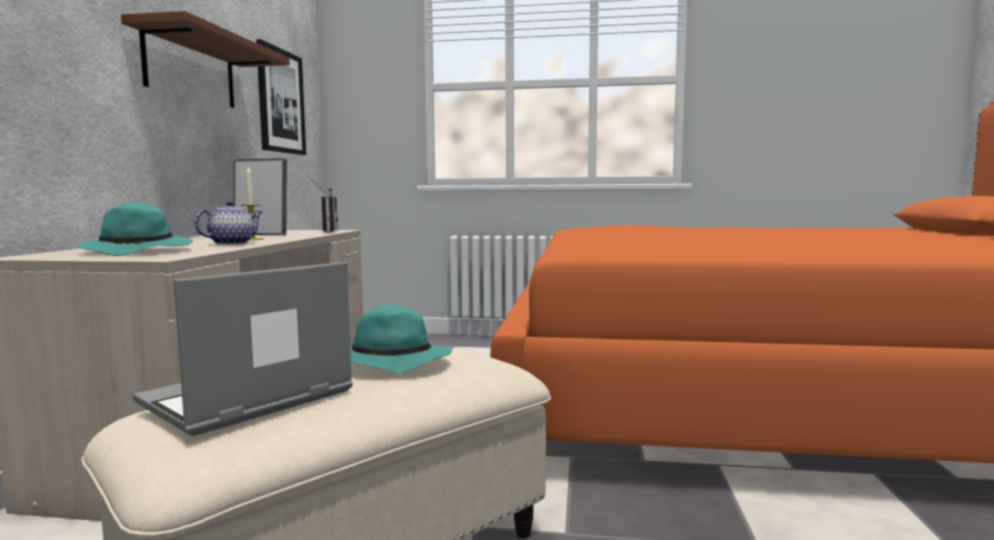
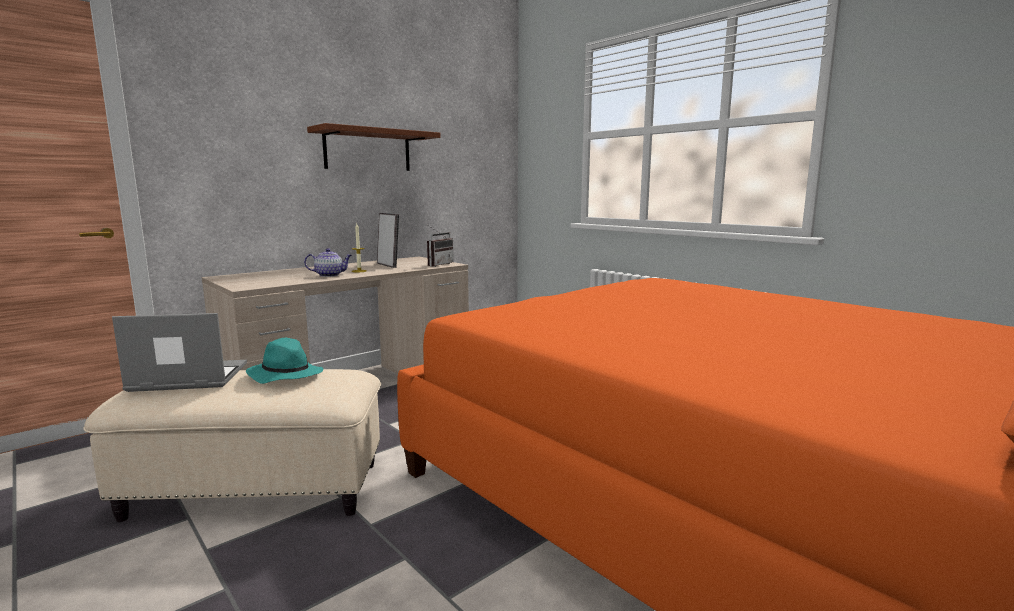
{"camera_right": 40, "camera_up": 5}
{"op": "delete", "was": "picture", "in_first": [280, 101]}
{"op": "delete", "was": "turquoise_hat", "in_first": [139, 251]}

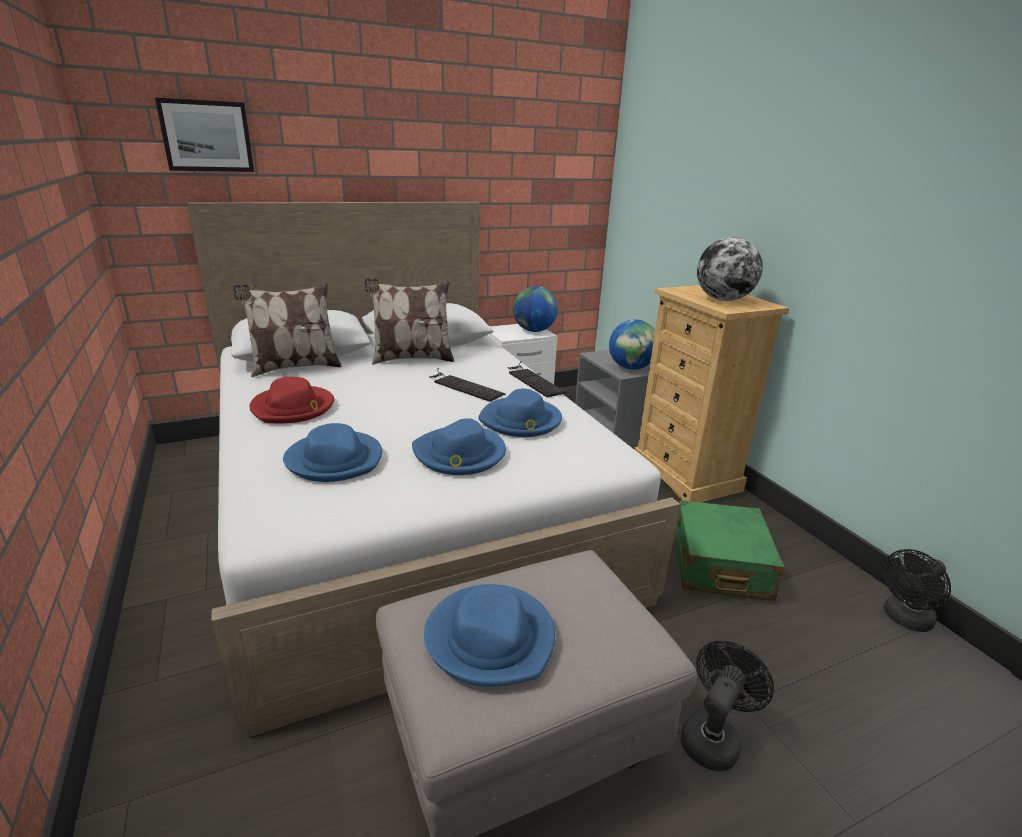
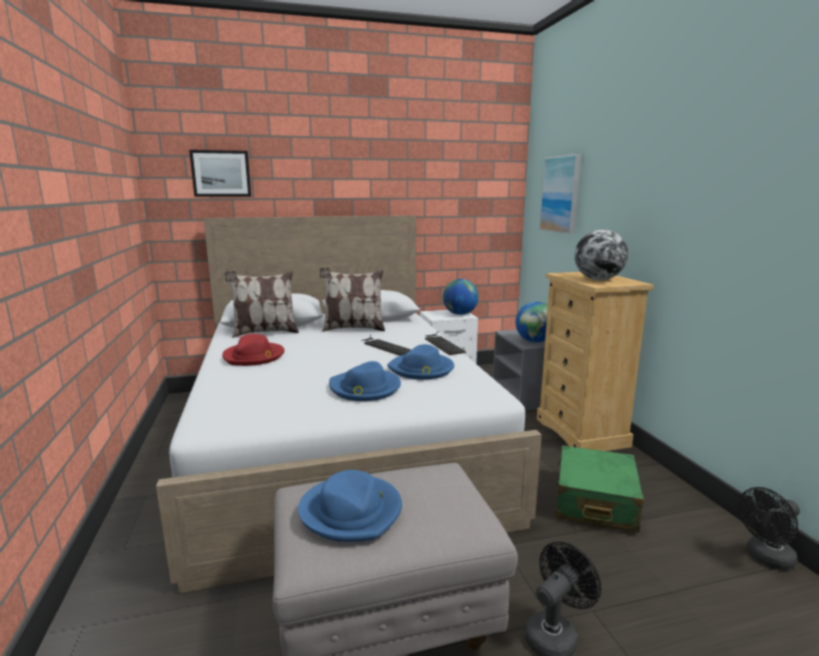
{"camera_right": 10, "camera_up": -10}
{"op": "delete", "was": "blue_hat", "in_first": [335, 460]}
{"op": "insert", "now": "picture", "in_second": [561, 194]}

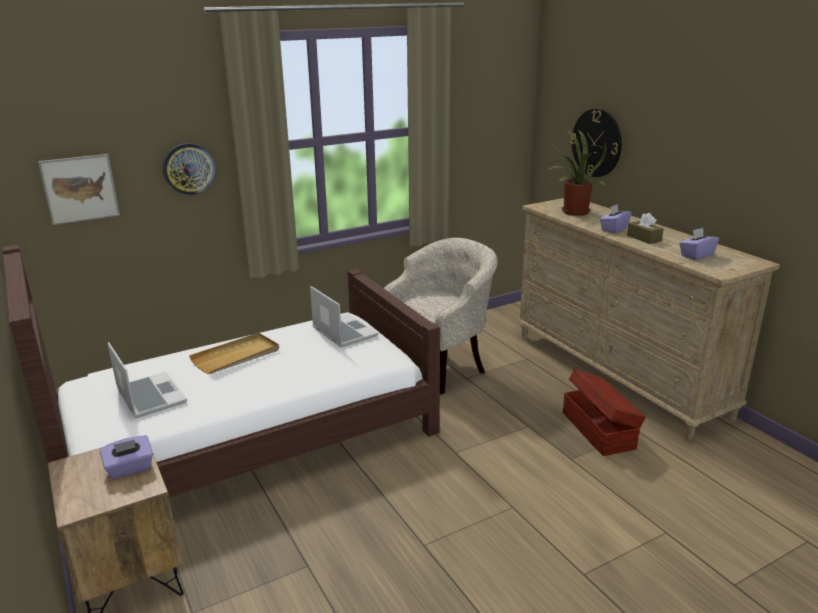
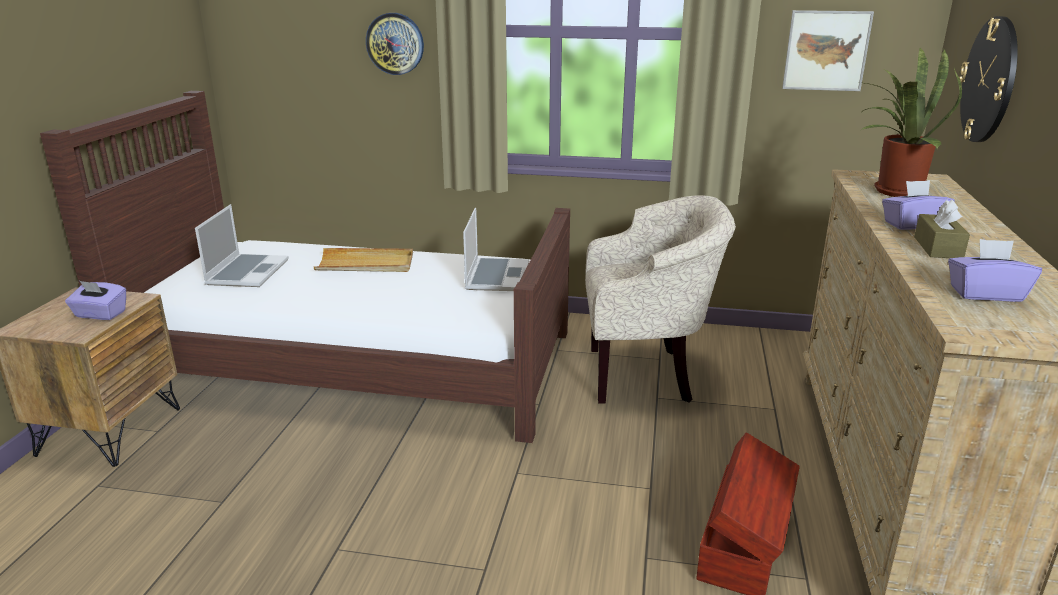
{"camera_right": 40, "camera_up": 0}
{"op": "move", "was": "picture", "in_first": [80, 189], "in_second": [826, 51]}

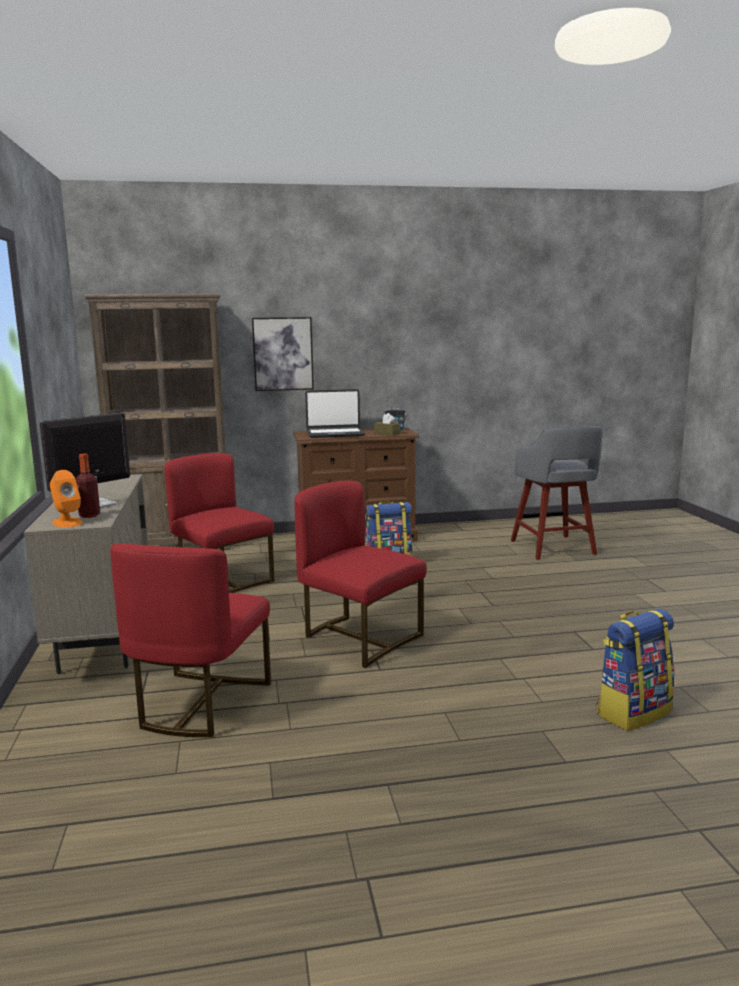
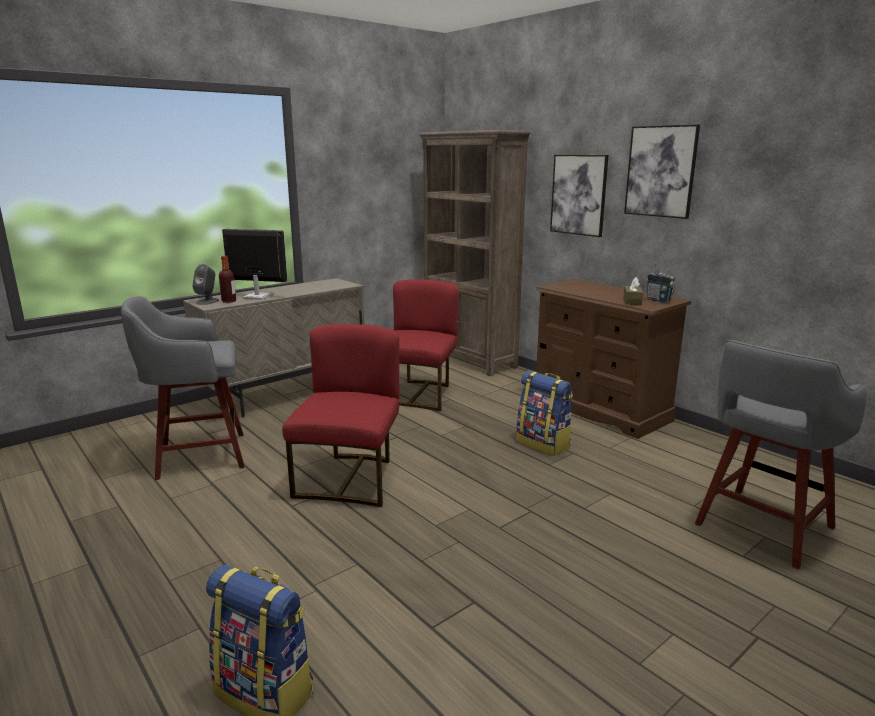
{"camera_right": 60, "camera_up": 5}
{"op": "delete", "was": "laptop", "in_first": [335, 434]}
{"op": "recolor", "was": "orange_speaker", "now": "grey_speaker", "in_first": [67, 522], "in_second": [207, 301]}
{"op": "replace", "was": "red_chair", "now": "grey_stool", "in_first": [199, 704], "in_second": [198, 456]}
{"op": "insert", "now": "picture", "in_second": [661, 171]}

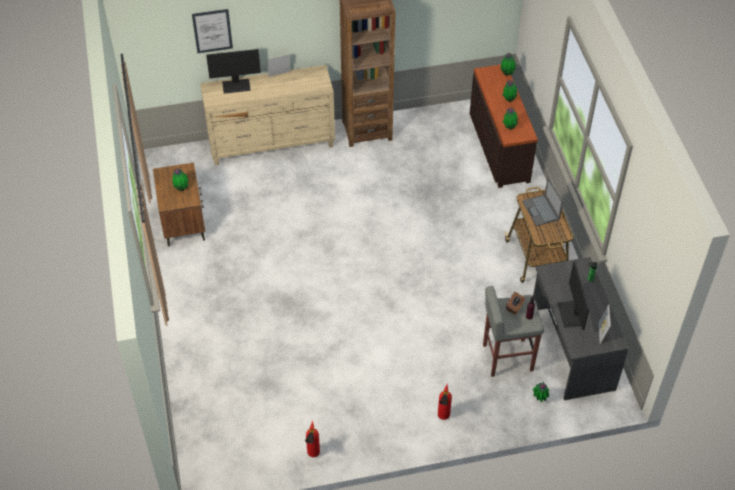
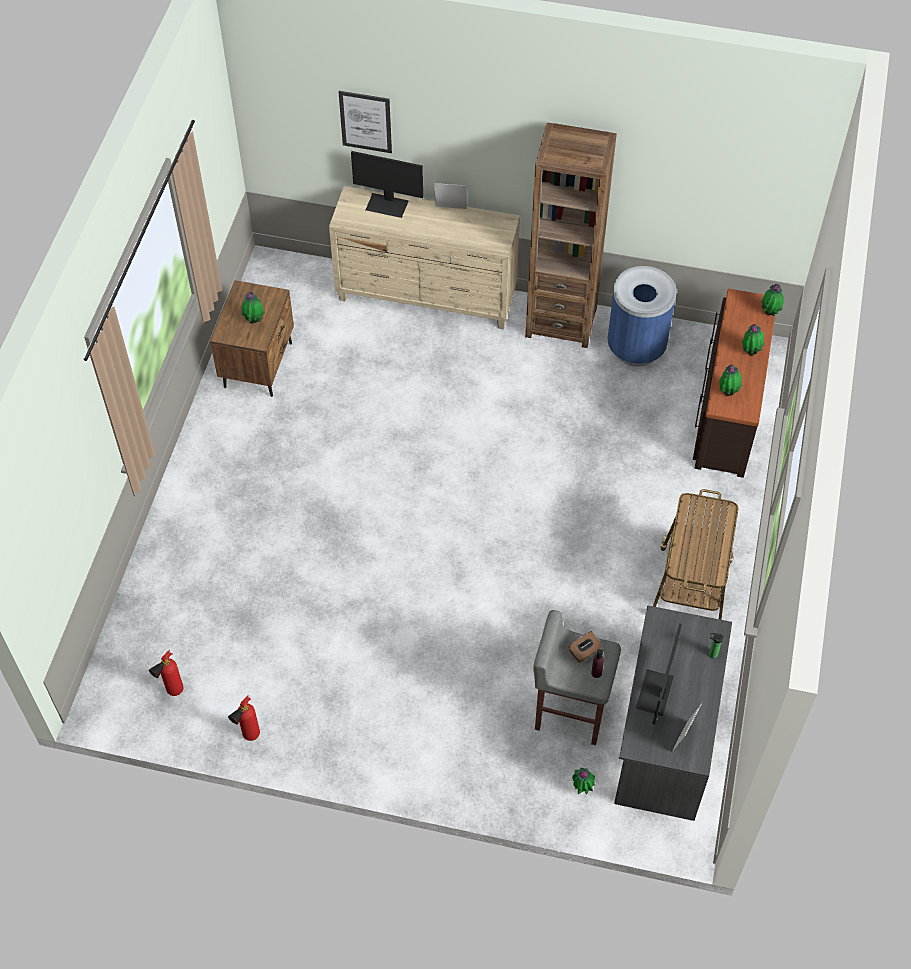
{"camera_right": 25, "camera_up": 5}
{"op": "delete", "was": "laptop", "in_first": [541, 210]}
{"op": "move", "was": "fire_extinguisher", "in_first": [443, 418], "in_second": [172, 692]}
{"op": "insert", "now": "blue_trash_can", "in_second": [636, 347]}

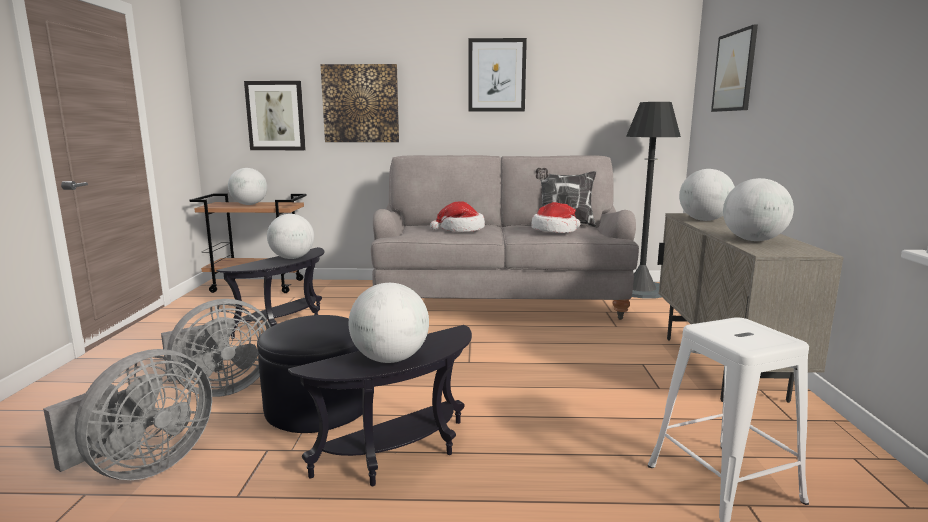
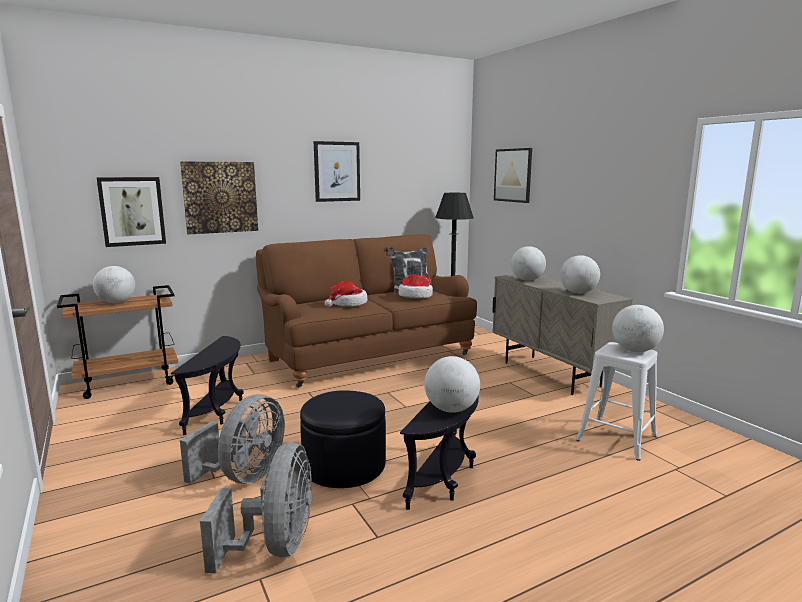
{"camera_right": -30, "camera_up": 0}
{"op": "recolor", "was": "grey_sofa", "now": "brown_sofa", "in_first": [500, 300], "in_second": [367, 356]}
{"op": "move", "was": "globe", "in_first": [292, 258], "in_second": [635, 350]}

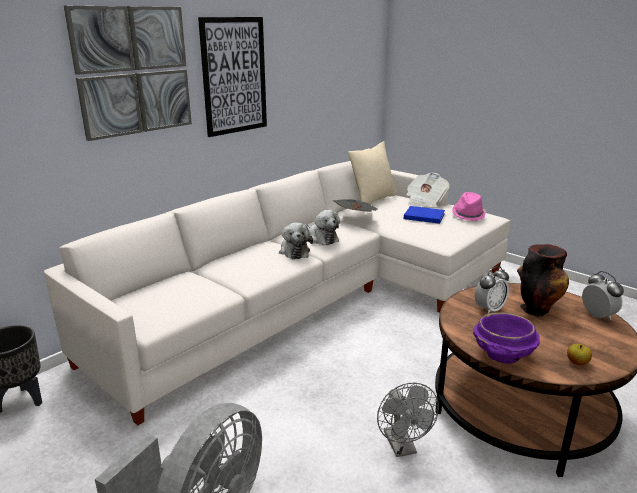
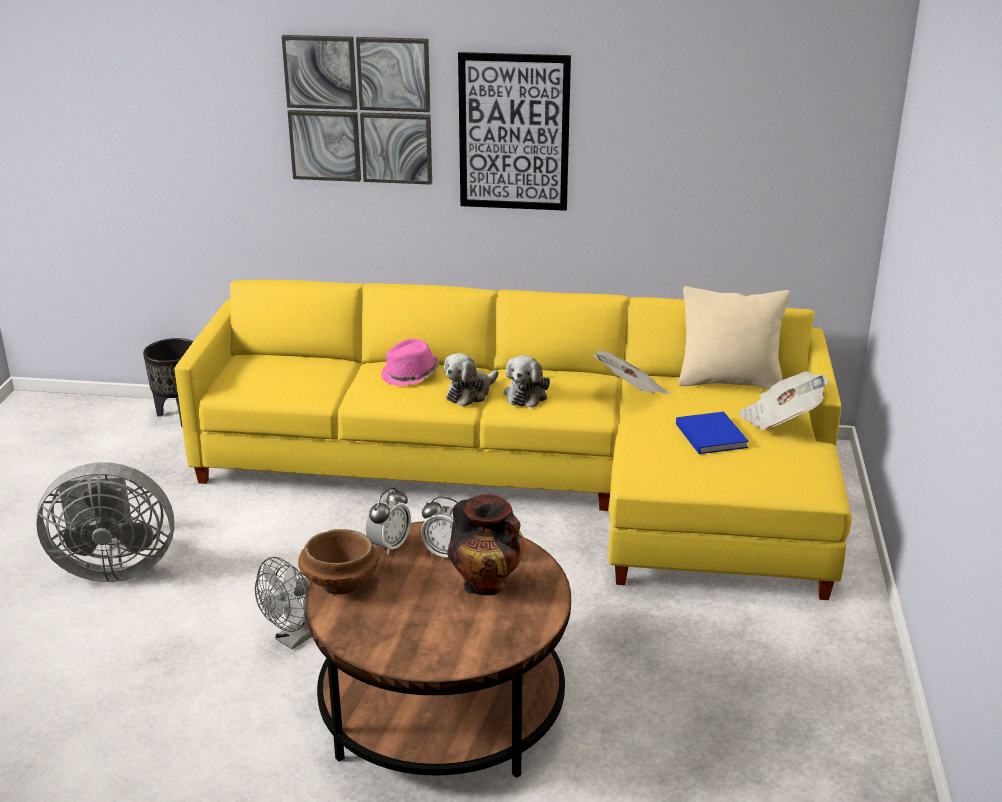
{"camera_right": 55, "camera_up": 5}
{"op": "recolor", "was": "white_sofa", "now": "yellow_sofa", "in_first": [318, 296], "in_second": [541, 479]}
{"op": "move", "was": "pink_hat", "in_first": [468, 215], "in_second": [410, 375]}
{"op": "move", "was": "alarm_clock", "in_first": [597, 316], "in_second": [389, 546]}
{"op": "recolor", "was": "purple_bowl", "now": "brown_bowl", "in_first": [502, 356], "in_second": [339, 584]}
{"op": "delete", "was": "apple", "in_first": [577, 362]}

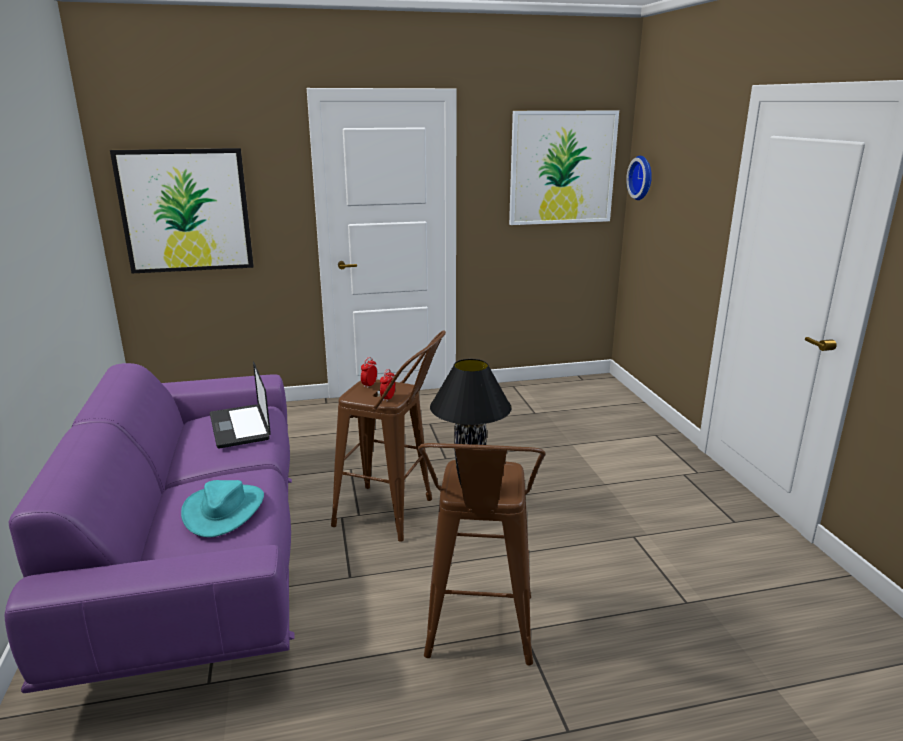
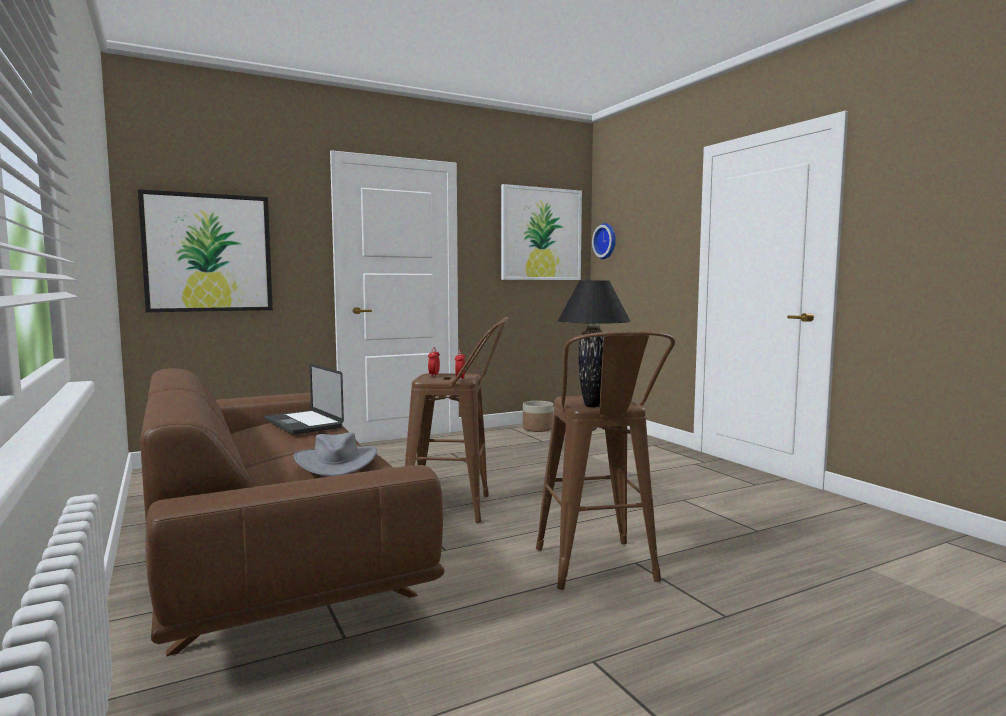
{"camera_right": -15, "camera_up": -15}
{"op": "recolor", "was": "purple_sofa", "now": "brown_sofa", "in_first": [199, 556], "in_second": [271, 554]}
{"op": "recolor", "was": "turquoise_hat", "now": "grey_hat", "in_first": [224, 510], "in_second": [336, 462]}
{"op": "insert", "now": "planter", "in_second": [538, 429]}

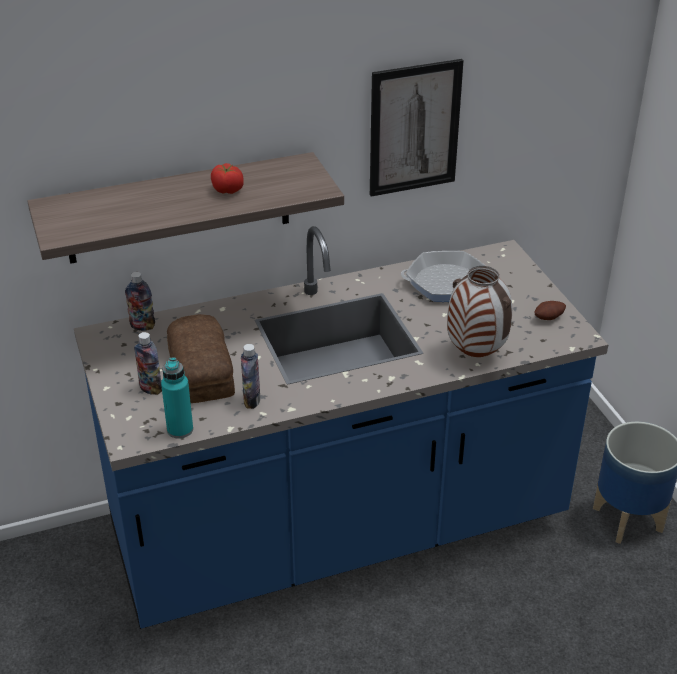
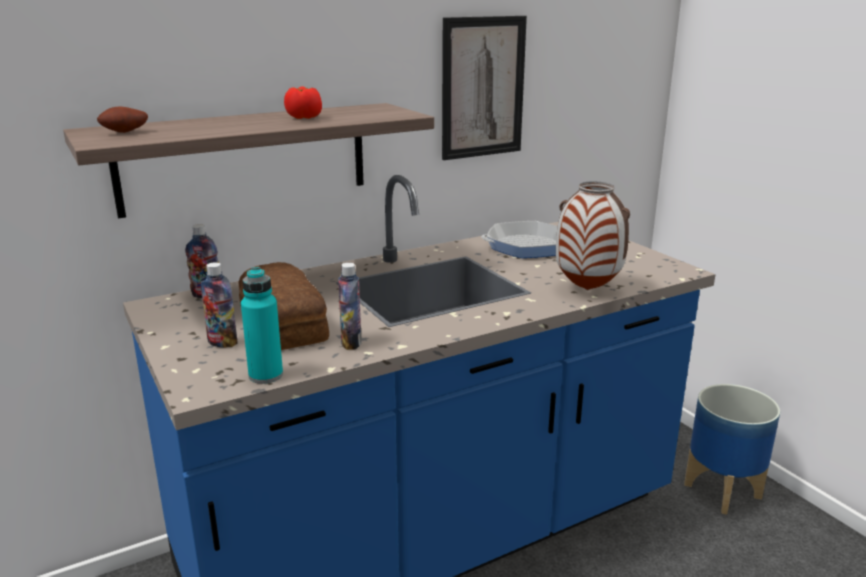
{"camera_right": -10, "camera_up": -15}
{"op": "move", "was": "potato", "in_first": [549, 318], "in_second": [125, 132]}

